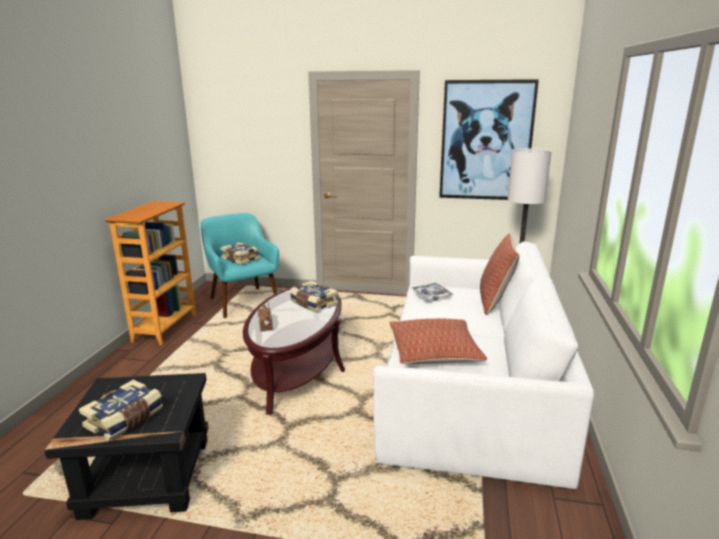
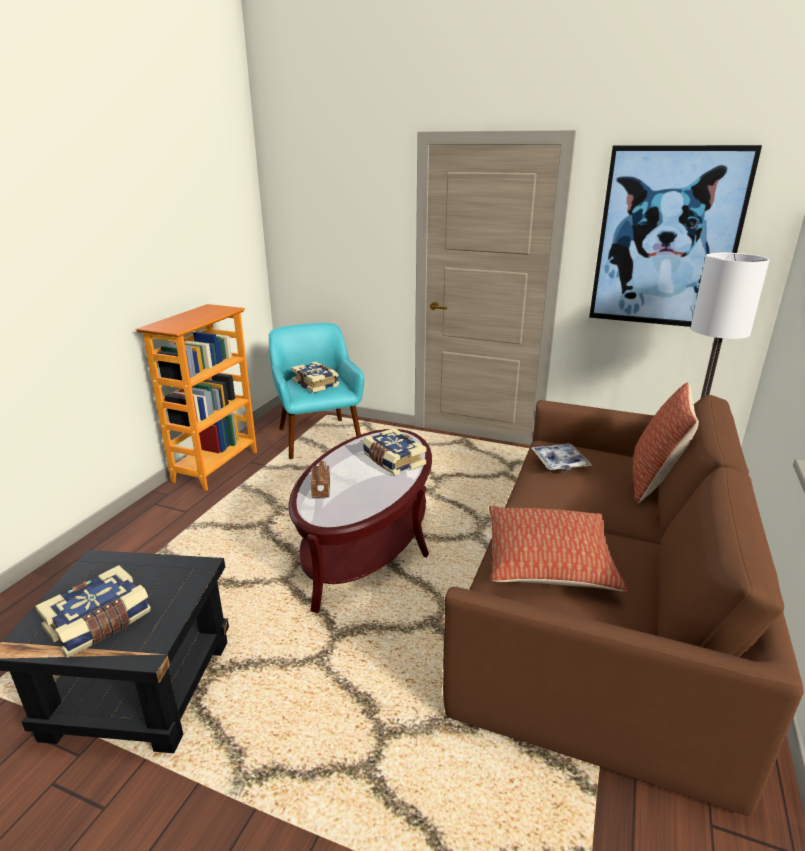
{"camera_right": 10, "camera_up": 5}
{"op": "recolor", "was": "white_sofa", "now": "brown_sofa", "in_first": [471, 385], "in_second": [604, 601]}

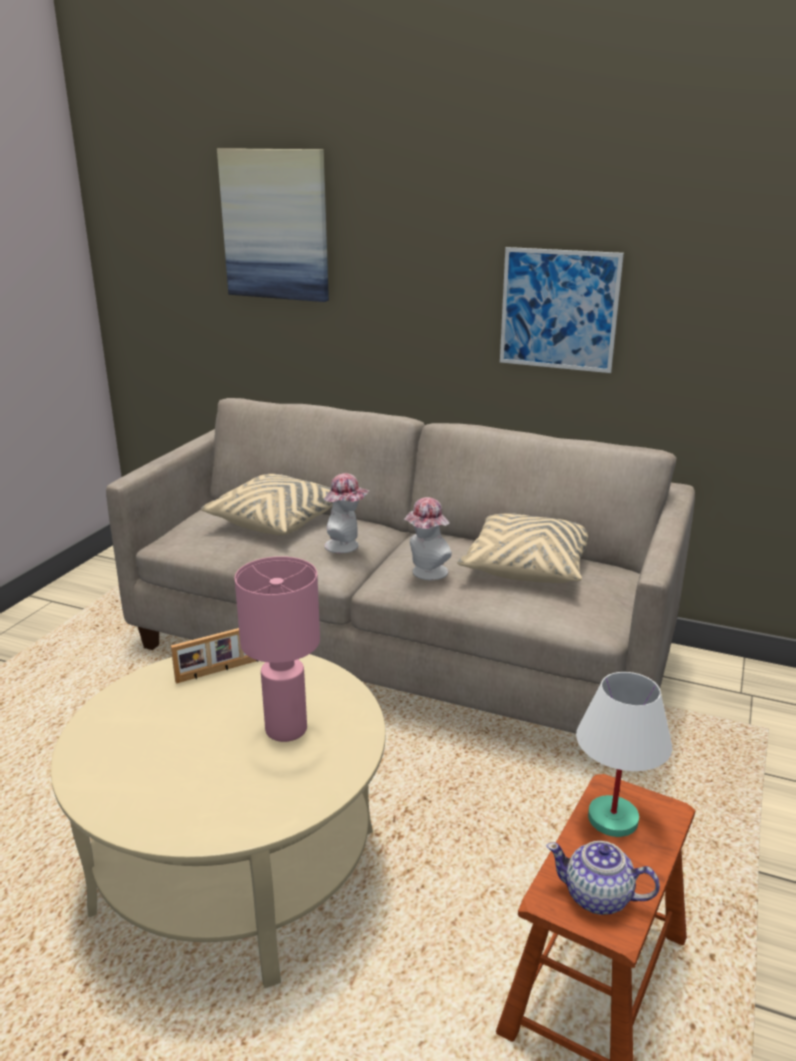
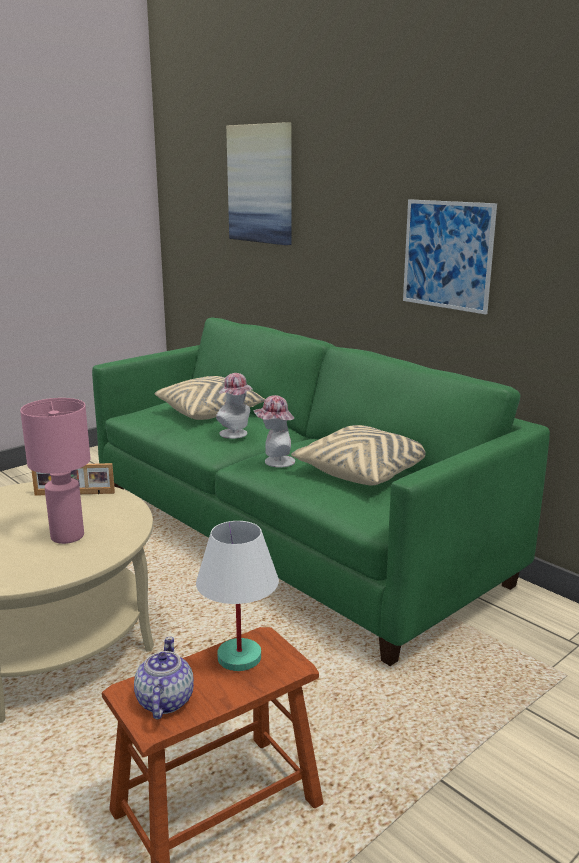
{"camera_right": 25, "camera_up": -5}
{"op": "recolor", "was": "beige_sofa", "now": "green_sofa", "in_first": [399, 649], "in_second": [290, 537]}
{"op": "rotate", "was": "teapot", "in_first": [598, 897], "in_second": [164, 701], "clockwise": 45}

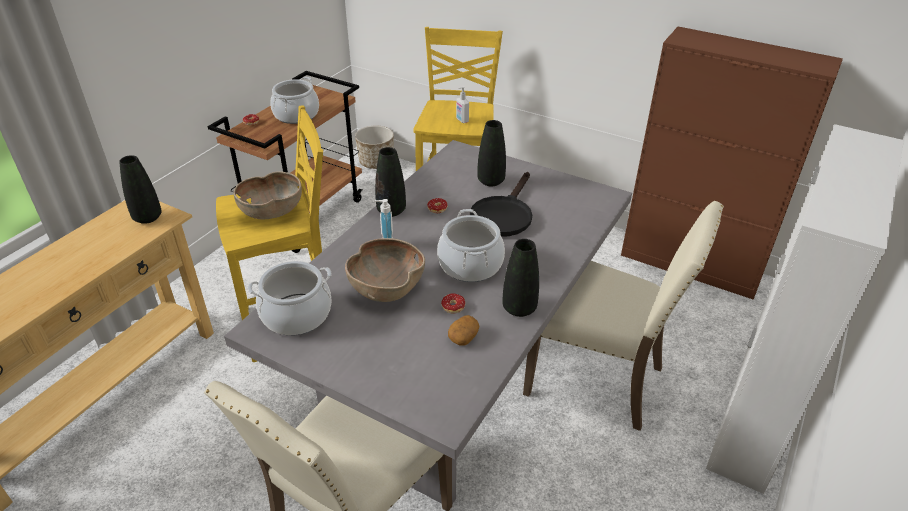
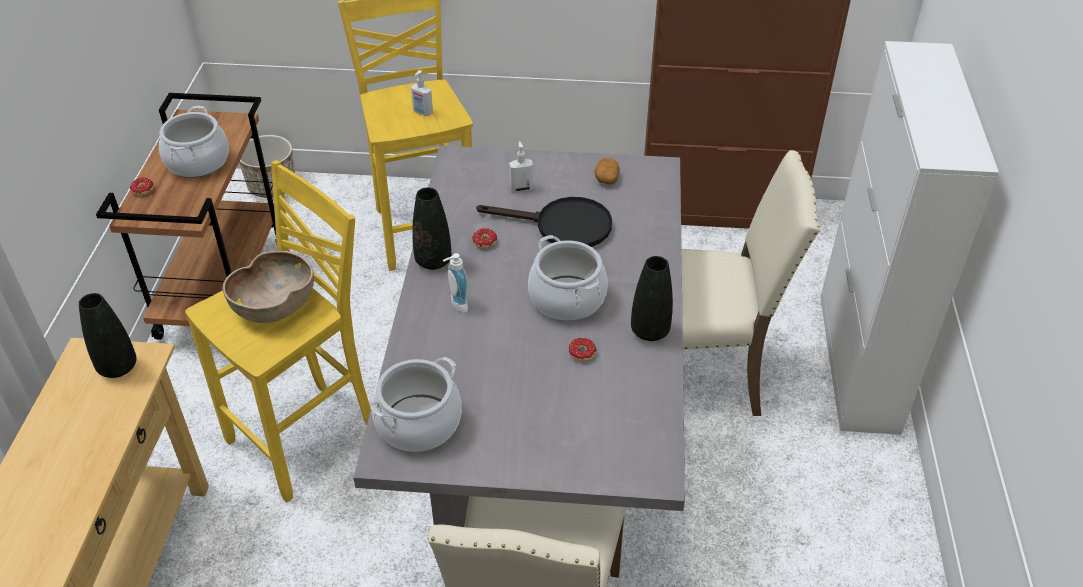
{"camera_right": -25, "camera_up": 5}
{"op": "replace", "was": "black_vase", "now": "soap_dispenser", "in_first": [491, 181], "in_second": [521, 188]}
{"op": "rotate", "was": "black_frying_pan", "in_first": [503, 214], "in_second": [562, 226], "clockwise": -75}
{"op": "delete", "was": "brown_bowl", "in_first": [386, 288]}
{"op": "move", "was": "potato", "in_first": [463, 337], "in_second": [606, 178]}

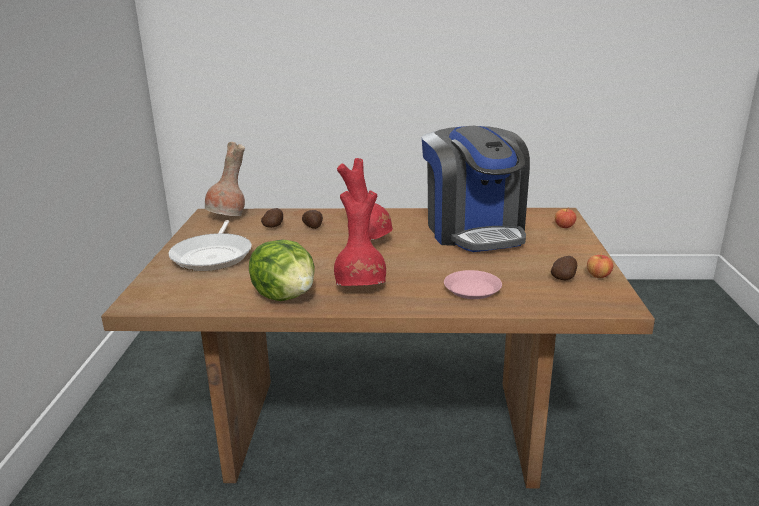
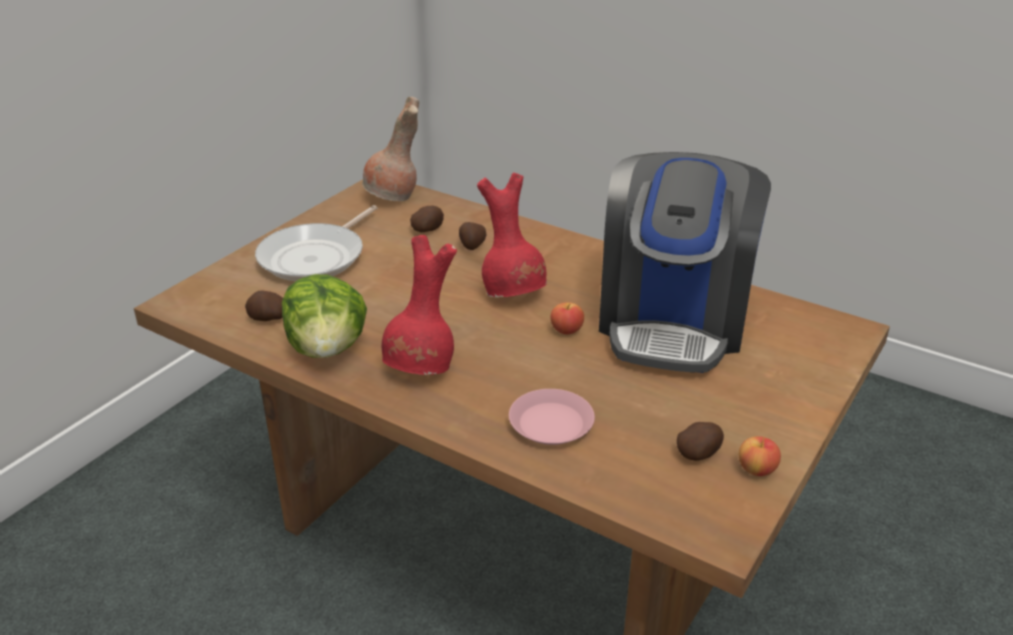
{"camera_right": 30, "camera_up": 10}
{"op": "move", "was": "apple", "in_first": [564, 226], "in_second": [566, 330]}
{"op": "insert", "now": "potato", "in_second": [268, 319]}

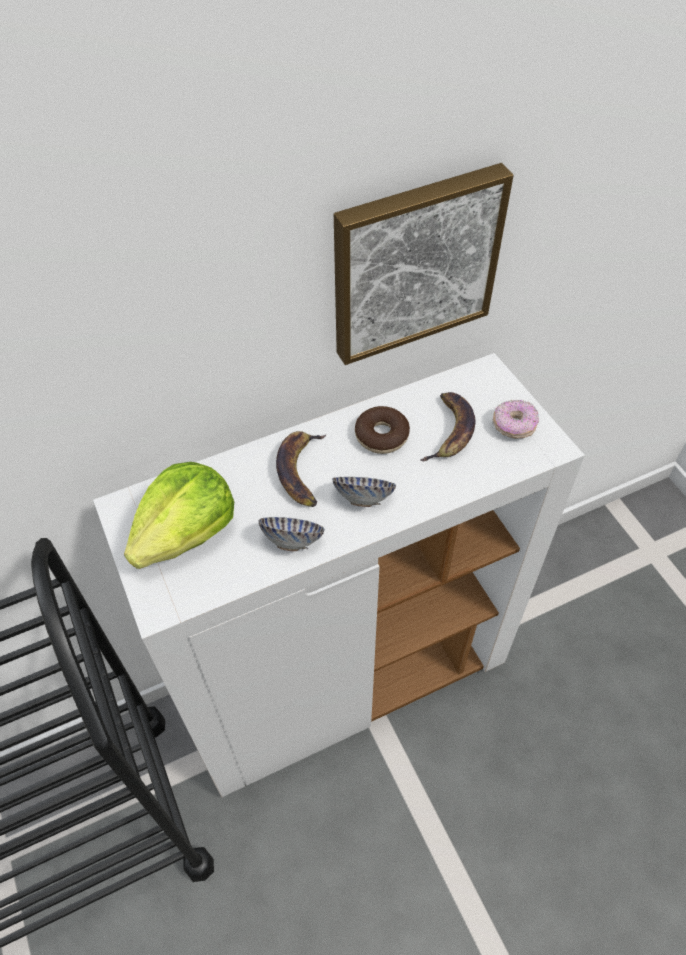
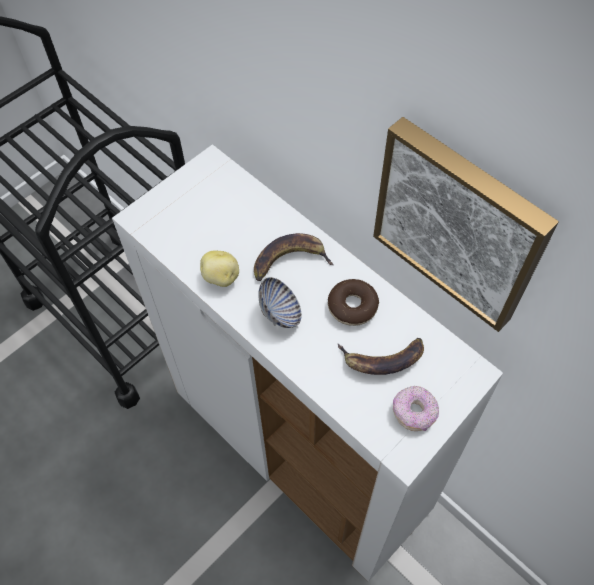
{"camera_right": 70, "camera_up": 5}
{"op": "delete", "was": "lettuce", "in_first": [187, 533]}
{"op": "replace", "was": "bowl", "now": "potato", "in_first": [292, 540], "in_second": [221, 278]}

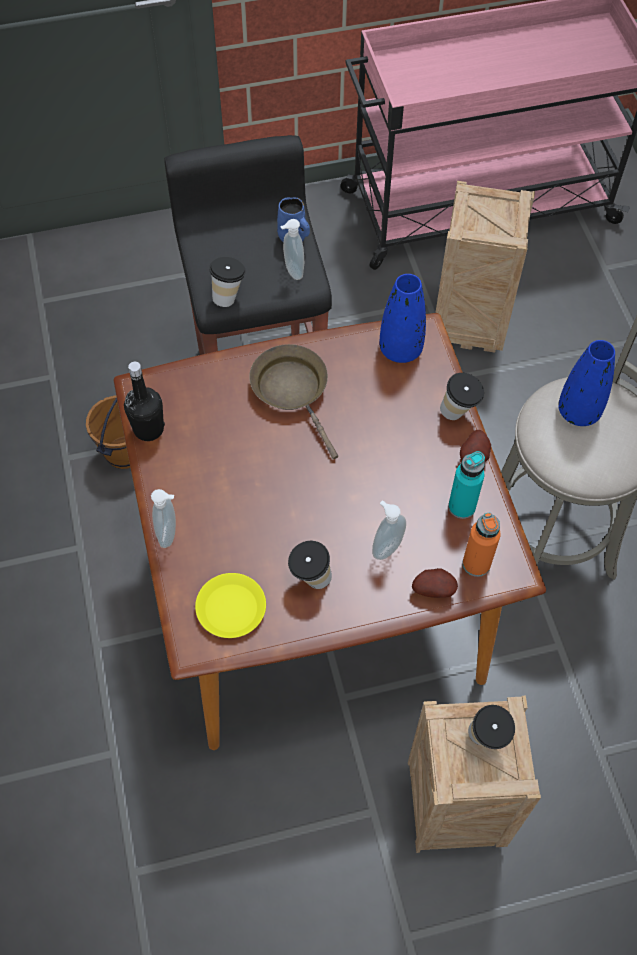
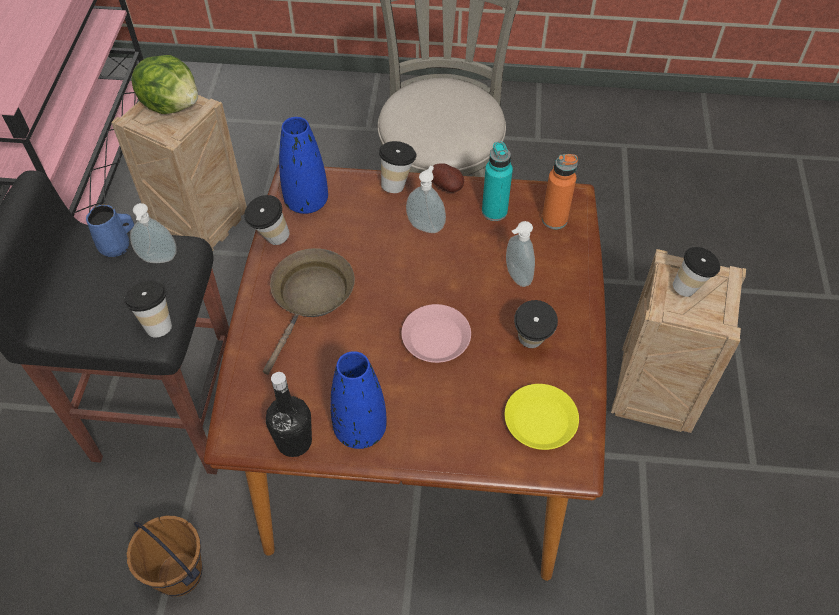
{"camera_right": -70, "camera_up": -5}
{"op": "move", "was": "blue_vase", "in_first": [578, 412], "in_second": [360, 429]}
{"op": "rotate", "was": "brown_frying_pan", "in_first": [293, 391], "in_second": [311, 298], "clockwise": 120}
{"op": "move", "was": "soap_dispenser", "in_first": [170, 534], "in_second": [426, 226]}
{"op": "delete", "was": "potato", "in_first": [433, 589]}
{"op": "insert", "now": "lettuce", "in_second": [172, 104]}
{"op": "insert", "now": "cup", "in_second": [270, 239]}
{"op": "insert", "now": "pink_plate", "in_second": [435, 338]}

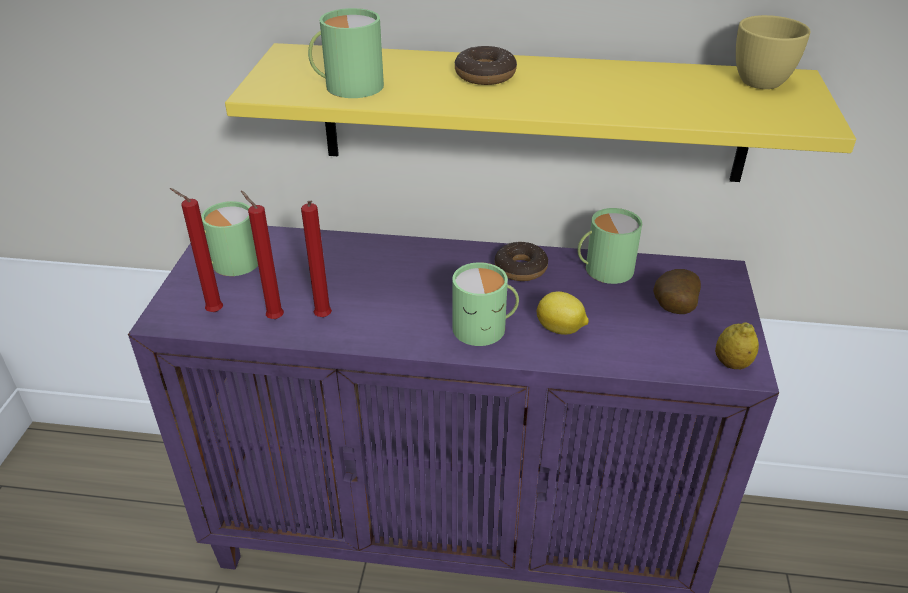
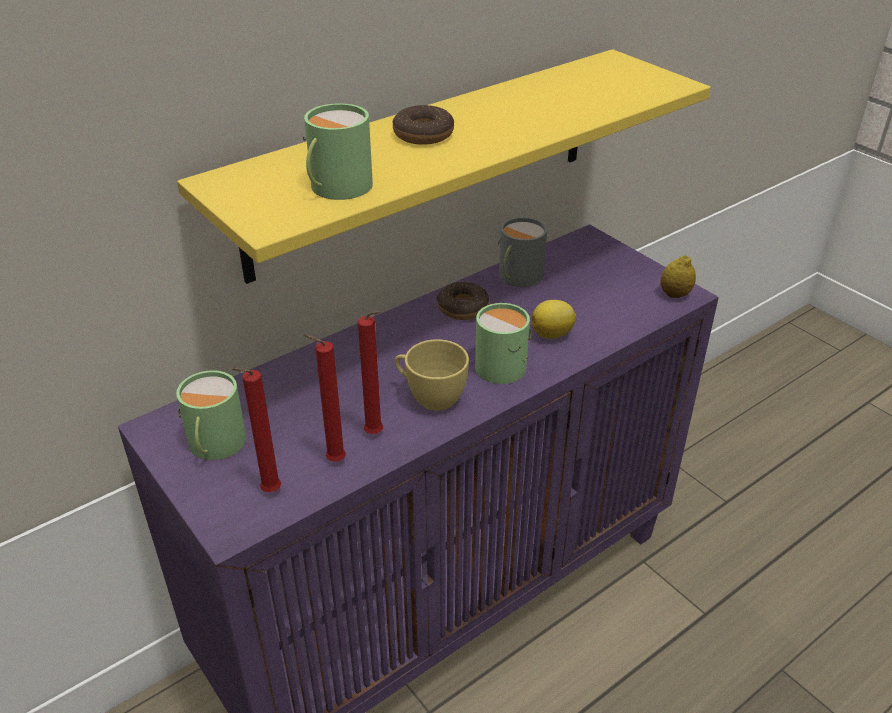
{"camera_right": -45, "camera_up": 0}
{"op": "move", "was": "yellow_cup", "in_first": [755, 78], "in_second": [430, 397]}
{"op": "recolor", "was": "green_mug", "now": "grey_mug", "in_first": [603, 269], "in_second": [517, 276]}
{"op": "delete", "was": "potato", "in_first": [672, 310]}

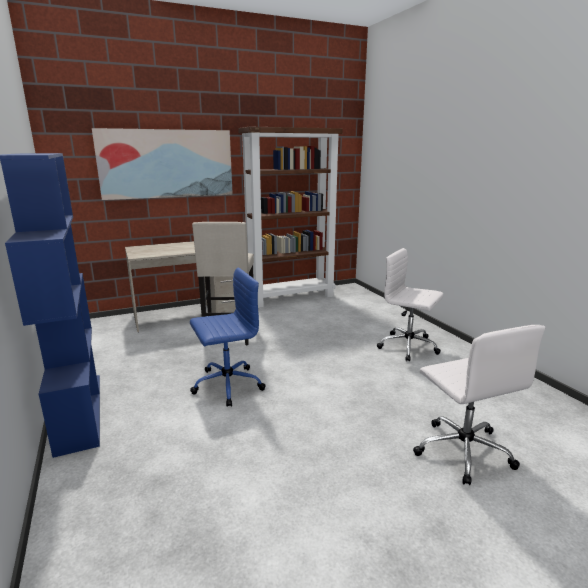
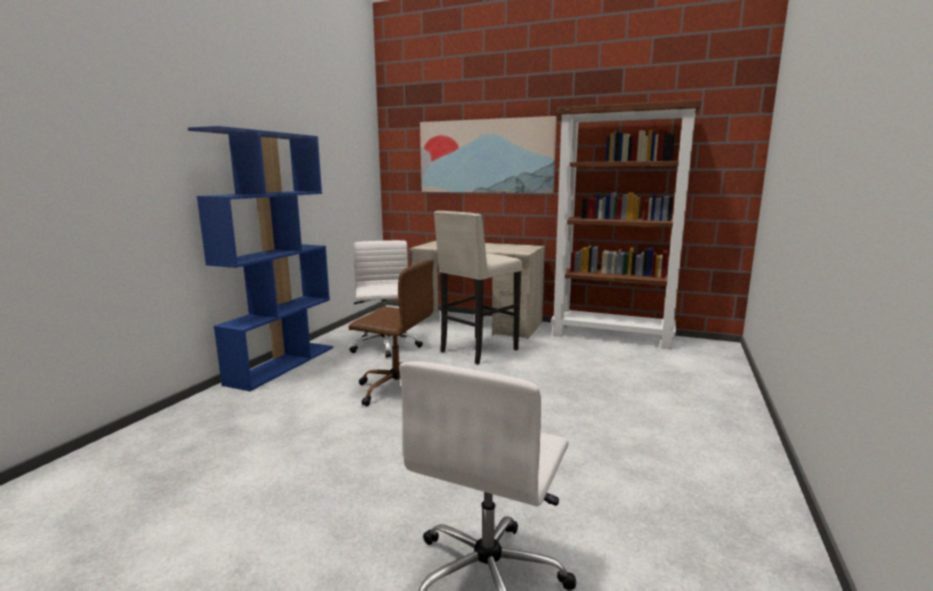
{"camera_right": 45, "camera_up": -5}
{"op": "move", "was": "white_office_chair", "in_first": [409, 347], "in_second": [386, 347]}
{"op": "recolor", "was": "blue_office_chair", "now": "brown_office_chair", "in_first": [226, 385], "in_second": [395, 389]}

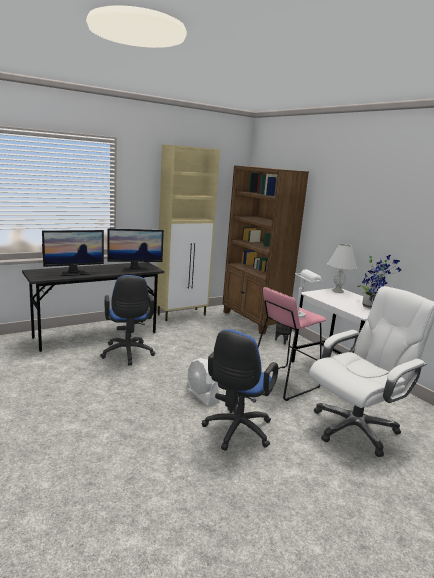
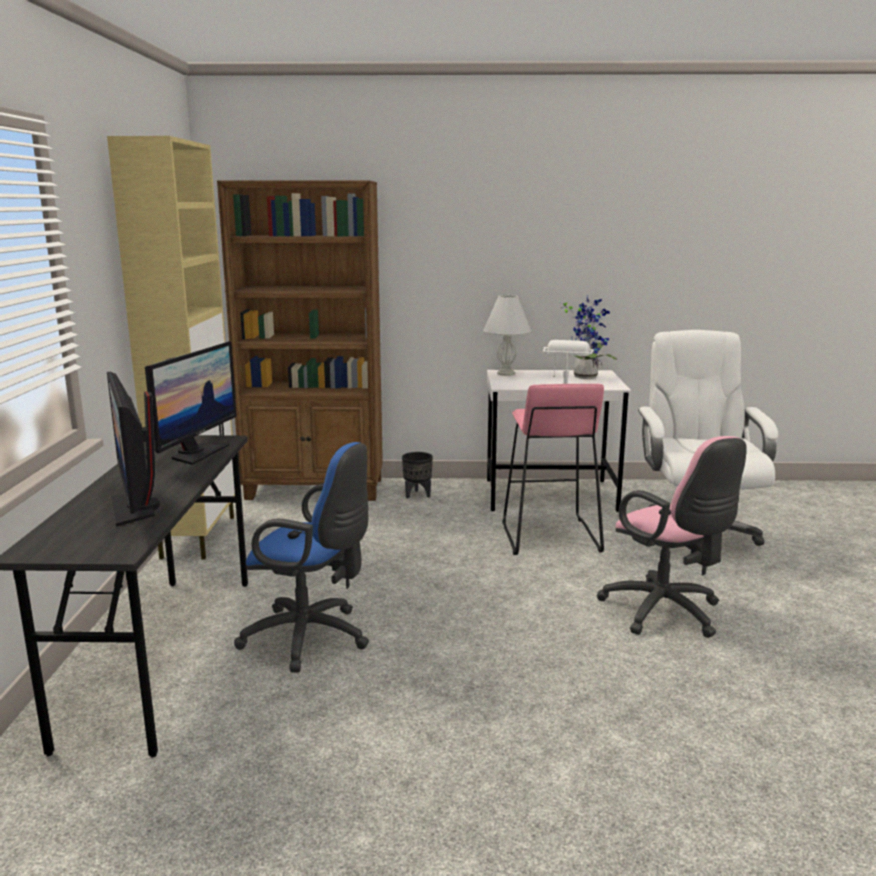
{"camera_right": -55, "camera_up": 0}
{"op": "rotate", "was": "monitor", "in_first": [74, 273], "in_second": [135, 508], "clockwise": 150}
{"op": "recolor", "was": "blue_office_chair", "now": "pink_office_chair", "in_first": [236, 432], "in_second": [666, 613]}
{"op": "delete", "was": "white_fan", "in_first": [202, 396]}

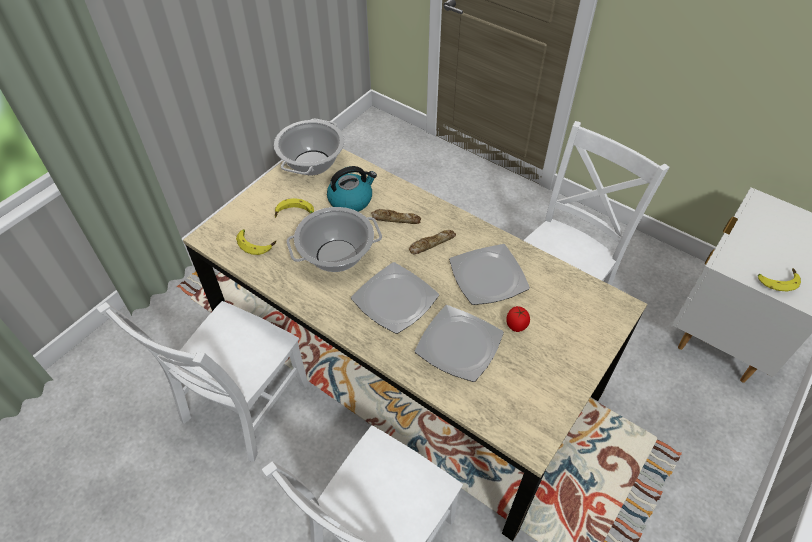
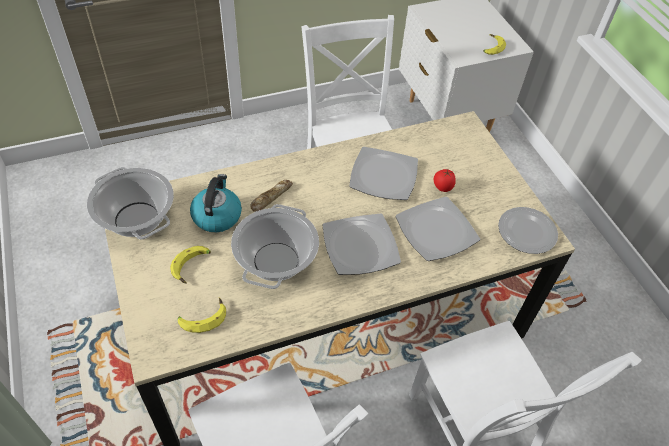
{"camera_right": -60, "camera_up": 0}
{"op": "delete", "was": "bread", "in_first": [431, 243]}
{"op": "insert", "now": "plate", "in_second": [527, 231]}

